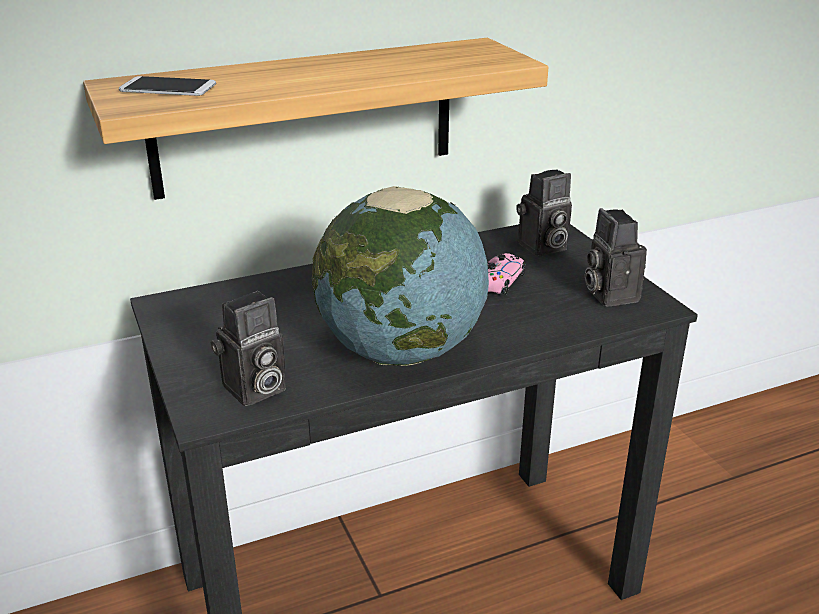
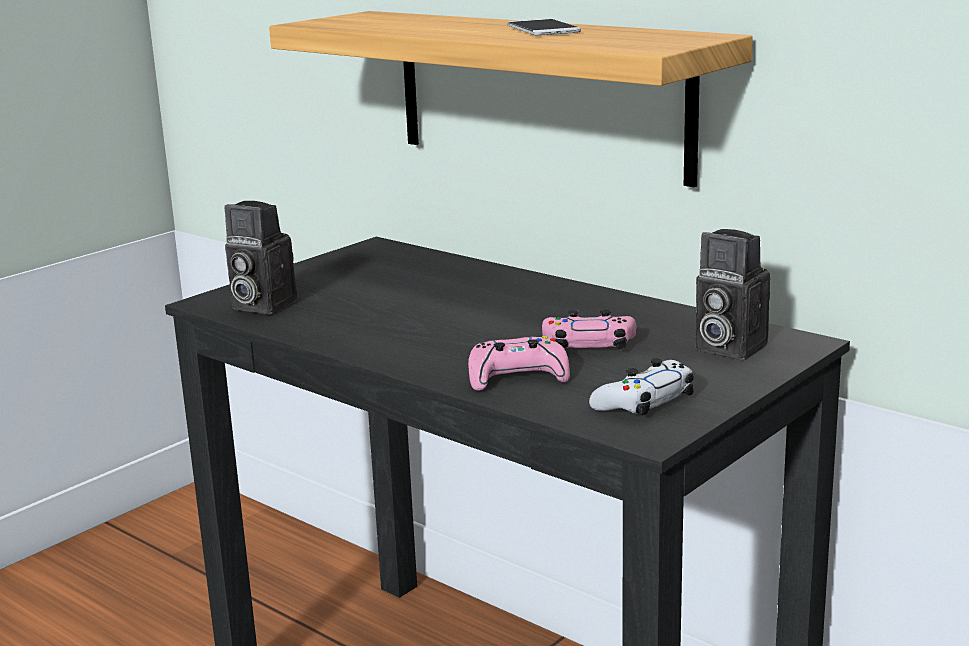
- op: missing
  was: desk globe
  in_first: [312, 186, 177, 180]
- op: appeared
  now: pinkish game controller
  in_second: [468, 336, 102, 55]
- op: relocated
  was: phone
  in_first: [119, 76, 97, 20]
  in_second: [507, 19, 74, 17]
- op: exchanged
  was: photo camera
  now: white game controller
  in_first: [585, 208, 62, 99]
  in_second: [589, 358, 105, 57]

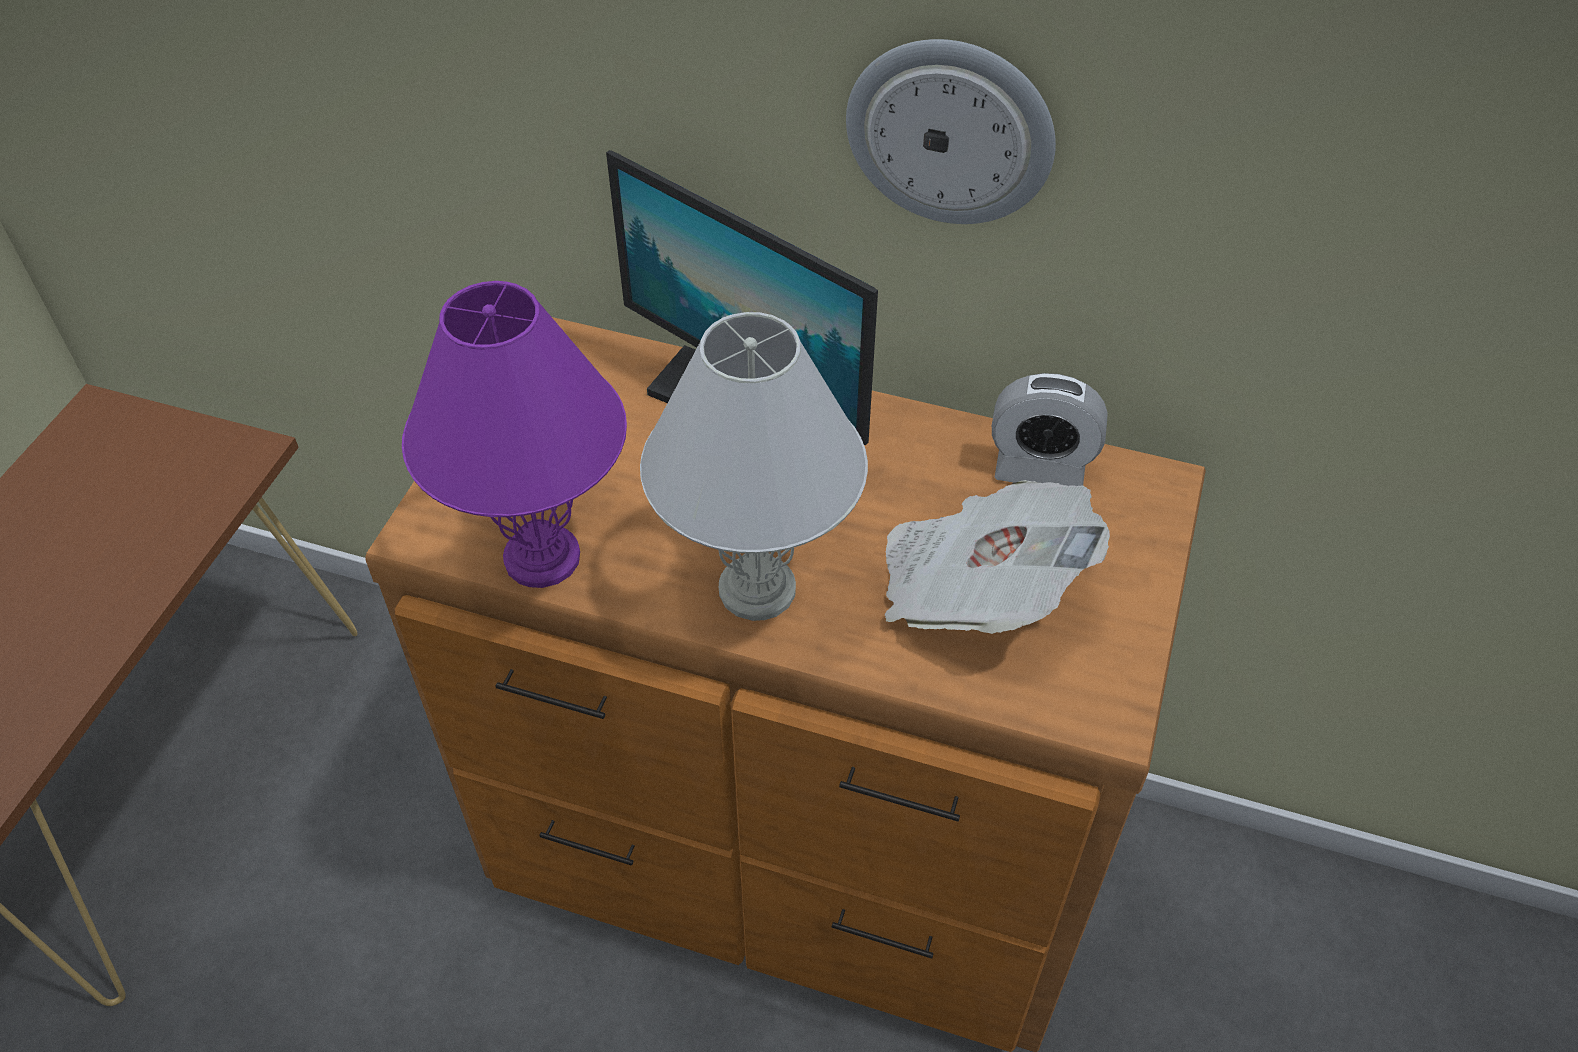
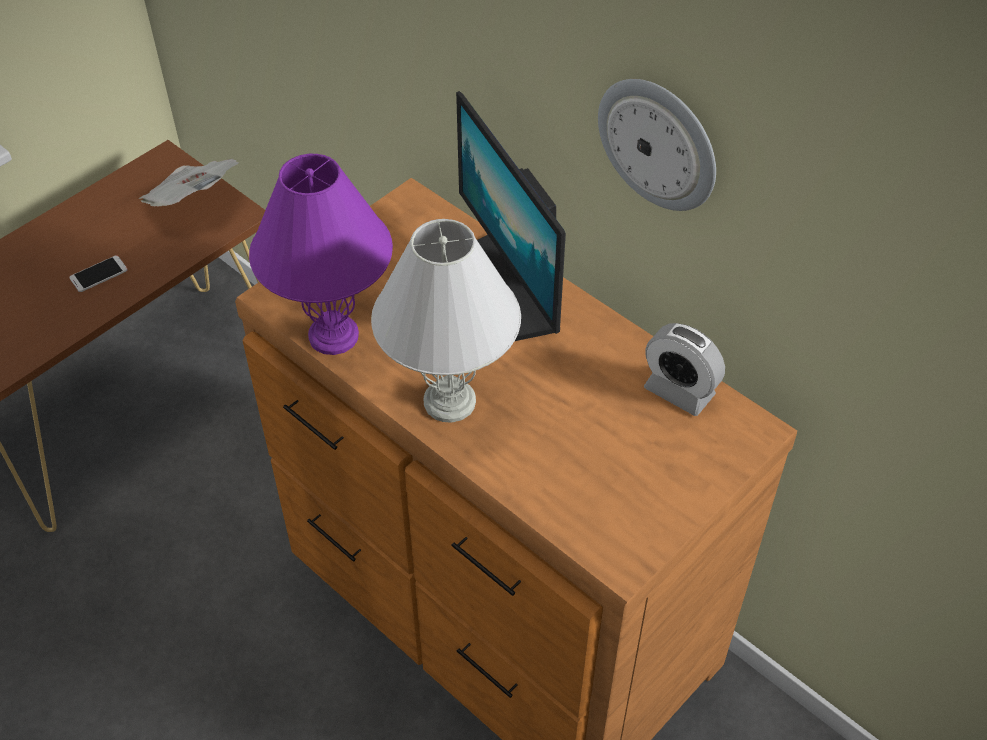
- op: appeared
  now: phone
  in_second: [69, 255, 59, 37]
- op: relocated
  was: printed paper
  in_first: [885, 480, 225, 154]
  in_second: [139, 158, 100, 49]

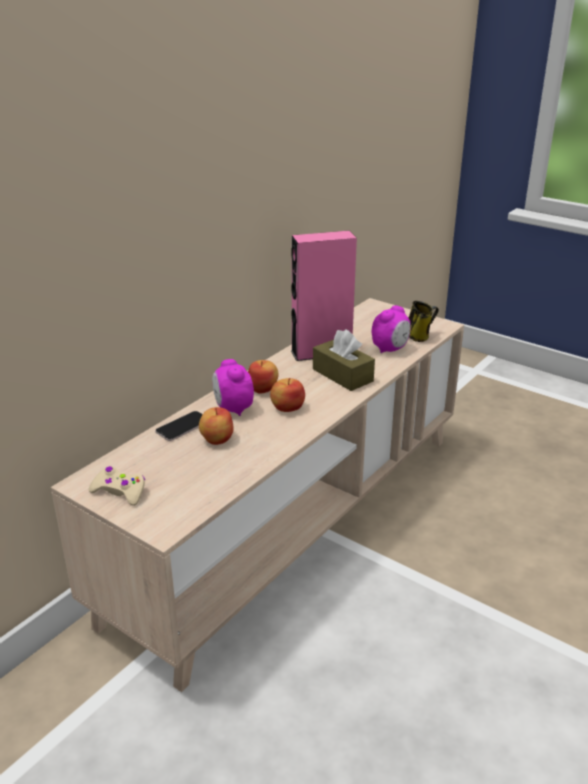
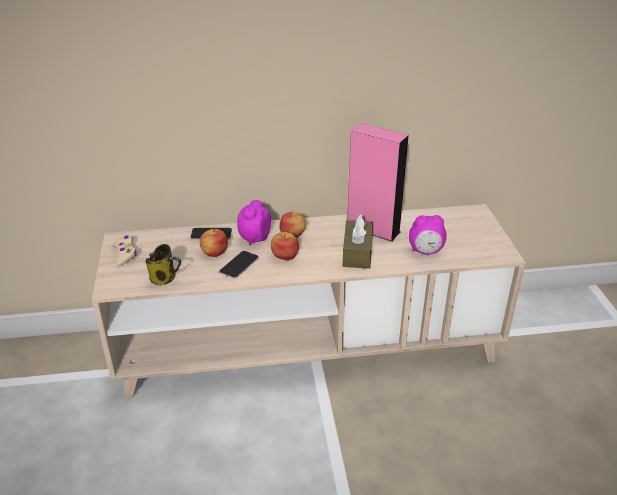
- op: appeared
  now: phone
  in_second: [219, 251, 40, 28]
- op: relocated
  was: mug
  in_first: [409, 301, 30, 41]
  in_second: [146, 244, 35, 41]

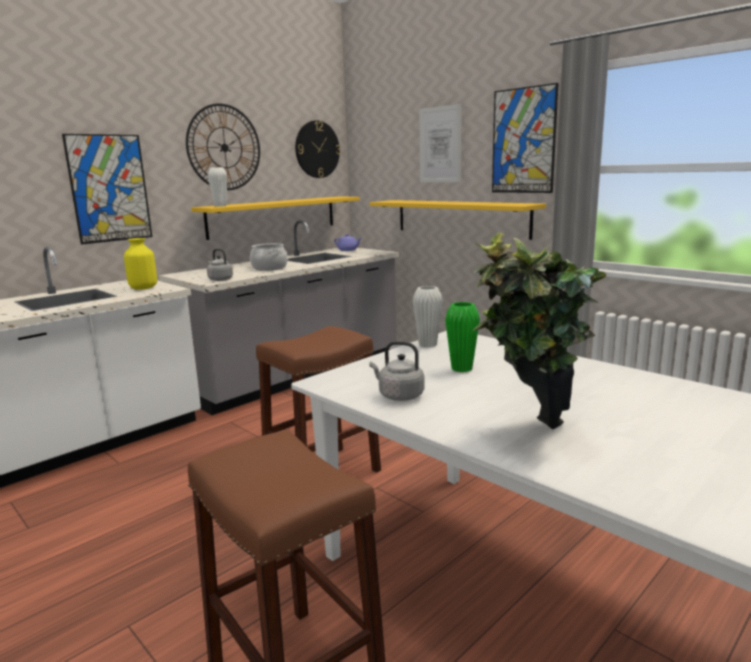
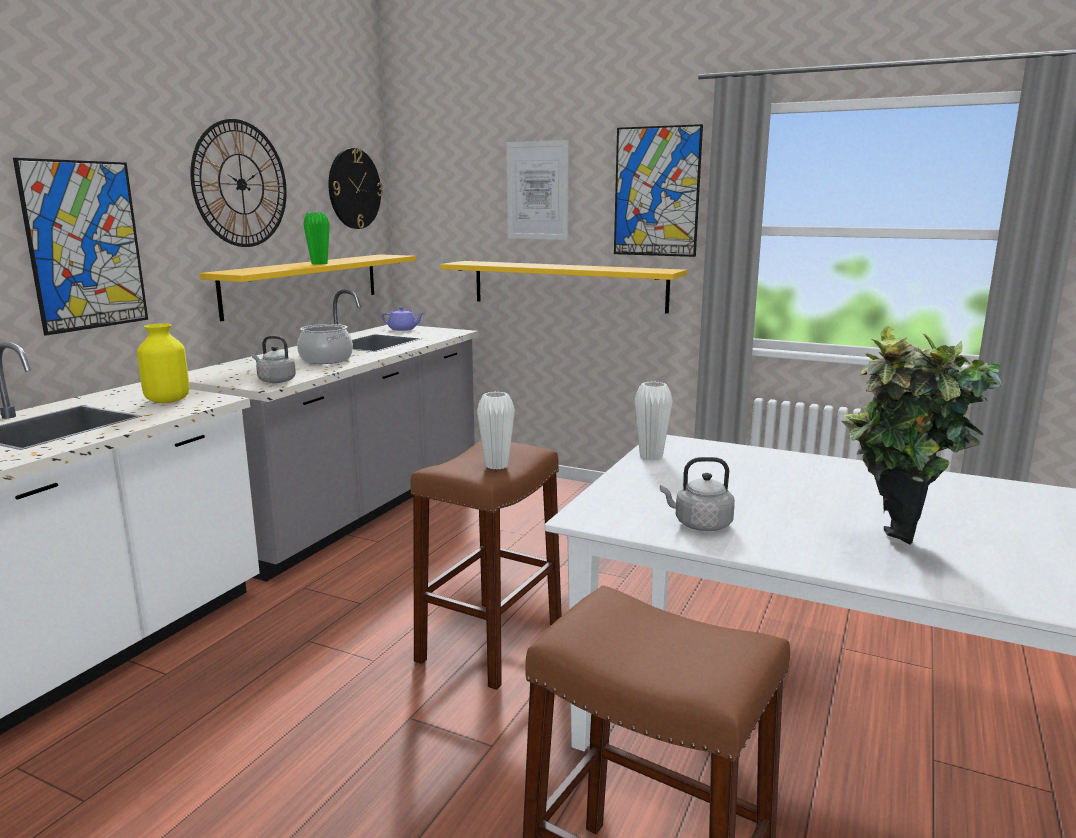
- op: relocated
  was: white vase
  in_first: [208, 167, 19, 40]
  in_second: [477, 392, 38, 78]
- op: relocated
  was: green vase
  in_first: [445, 302, 35, 70]
  in_second: [303, 212, 27, 53]

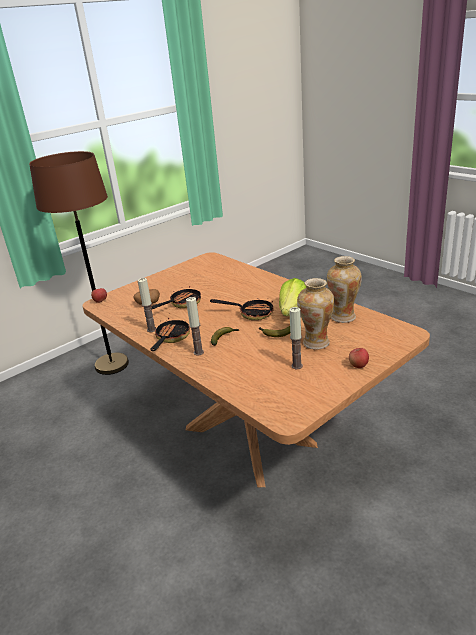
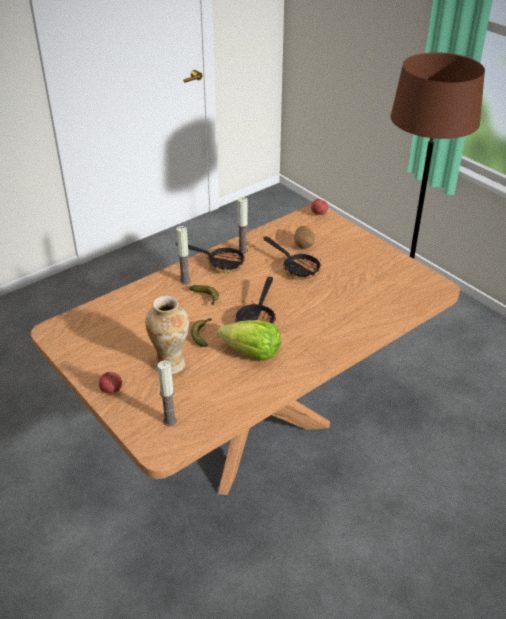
- op: missing
  was: vase
  in_first: [327, 256, 35, 67]
- op: relocated
  was: candle
  in_first: [289, 307, 14, 62]
  in_second: [158, 360, 19, 66]

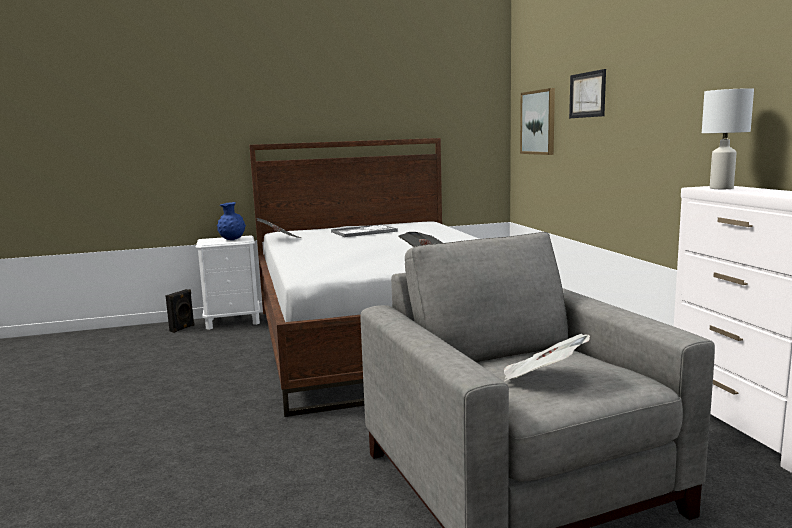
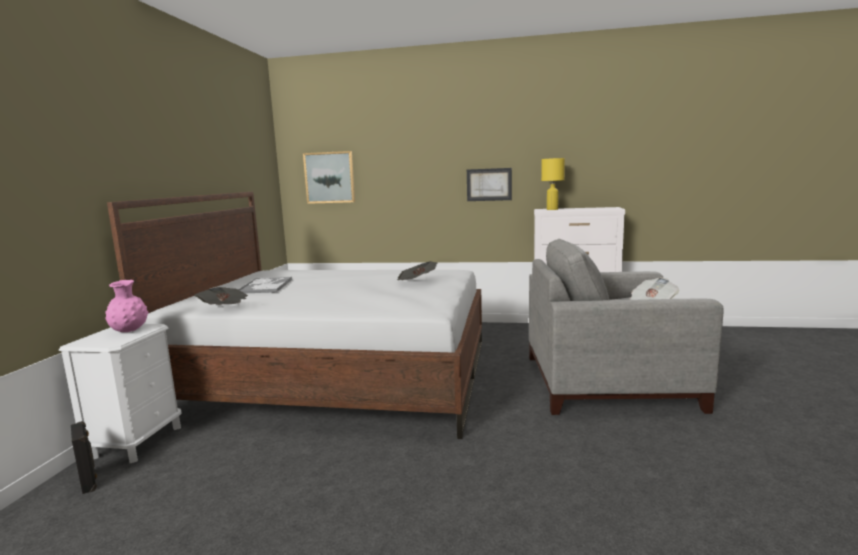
- op: relocated
  was: wall picture
  in_first: [569, 69, 37, 49]
  in_second: [467, 168, 45, 33]
- op: colour
  was: bluish vase
  now: pinkish vase
  in_first: [217, 202, 29, 38]
  in_second: [105, 280, 44, 52]
- op: colour
  was: white table lamp
  now: yellowish table lamp
  in_first: [702, 88, 52, 101]
  in_second: [541, 158, 24, 52]

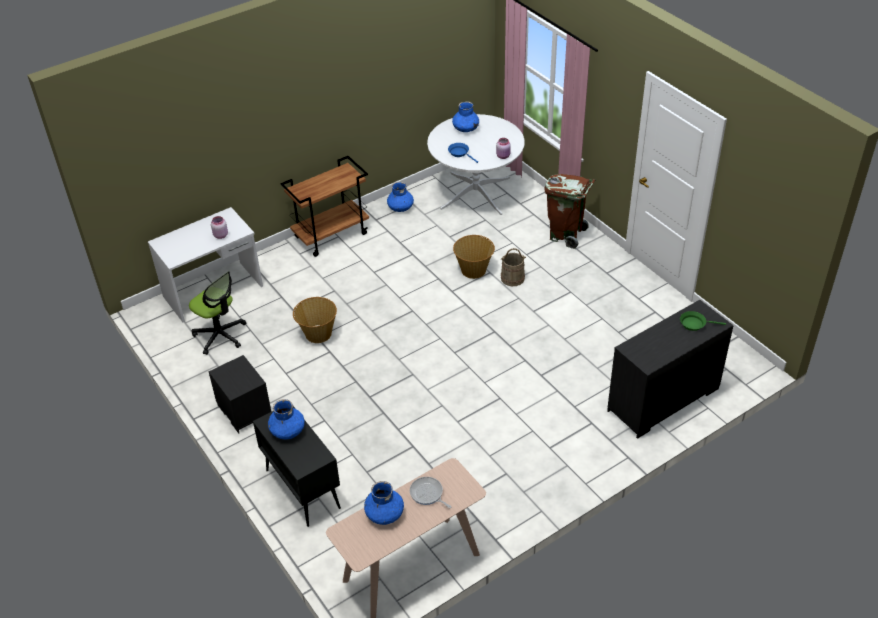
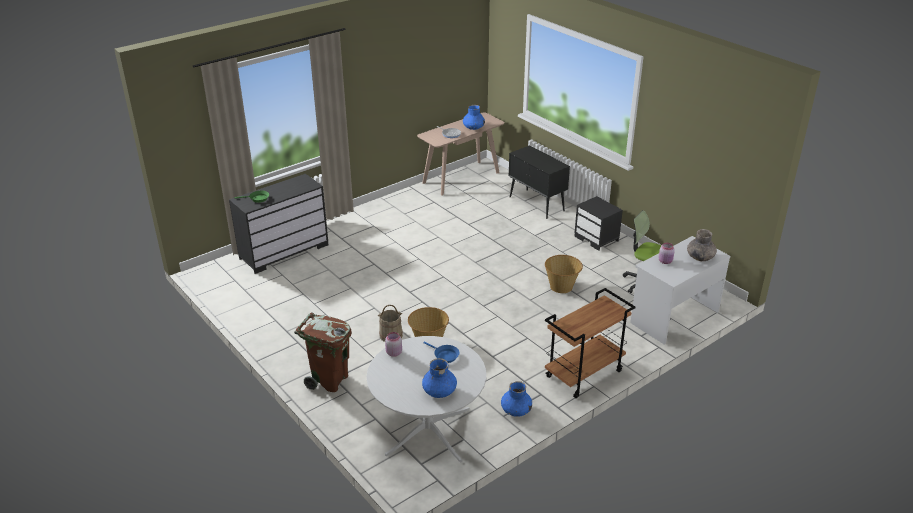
- op: missing
  was: bluish vase
  in_first: [268, 399, 37, 41]
- op: appeared
  now: grey vase
  in_second: [687, 229, 30, 32]

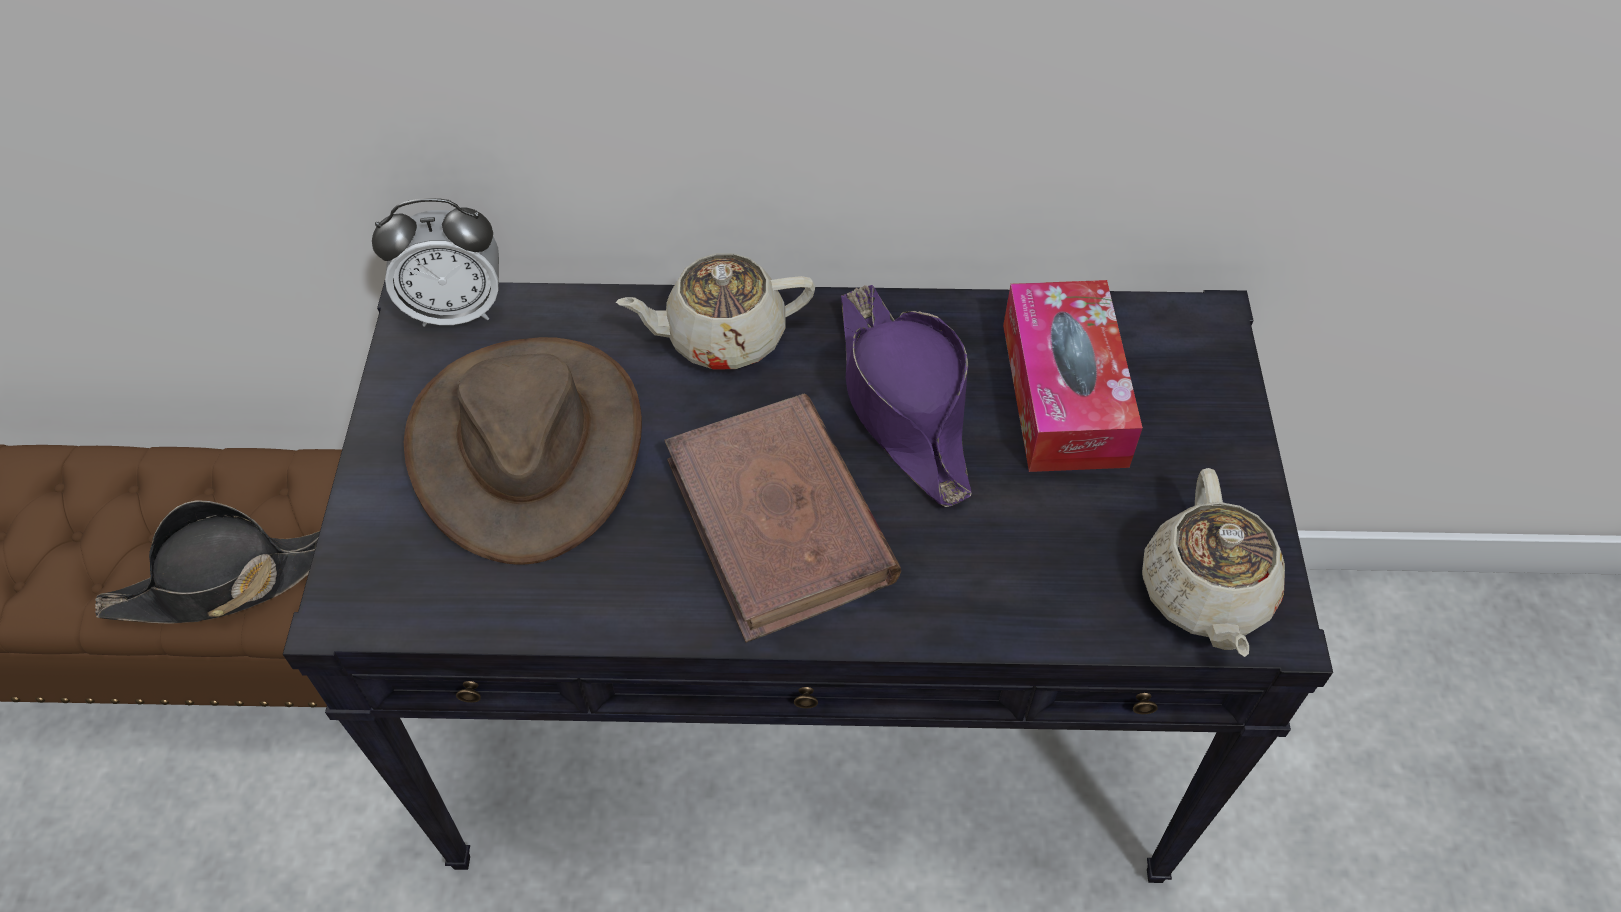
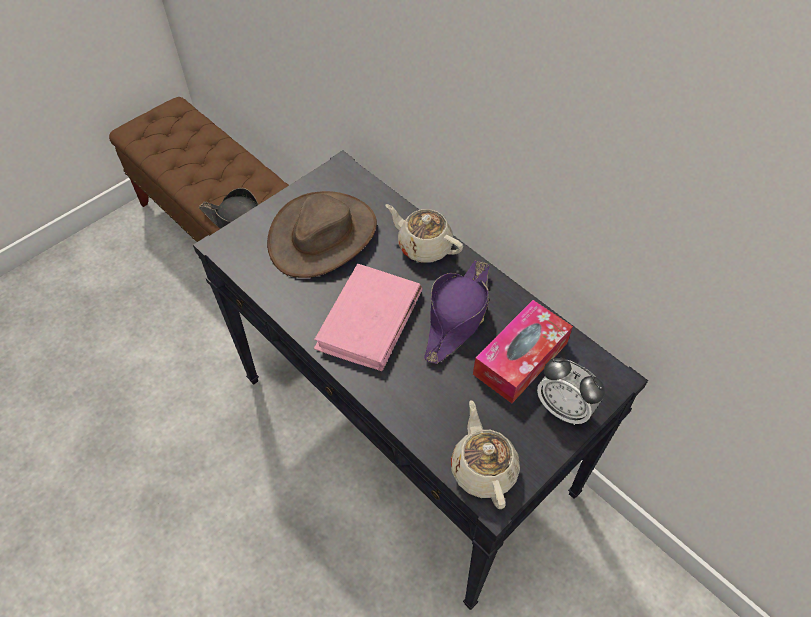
- op: relocated
  was: table clock
  in_first: [372, 198, 127, 129]
  in_second: [537, 358, 68, 67]
- op: colour
  was: brown-coloured bound book
  now: pinkish bound book
  in_first: [664, 393, 237, 250]
  in_second: [314, 264, 108, 107]
- op: spun
  was: beige tea pot
  in_first: [1142, 468, 143, 189]
  in_second: [451, 400, 69, 109]
  clockwise: 120

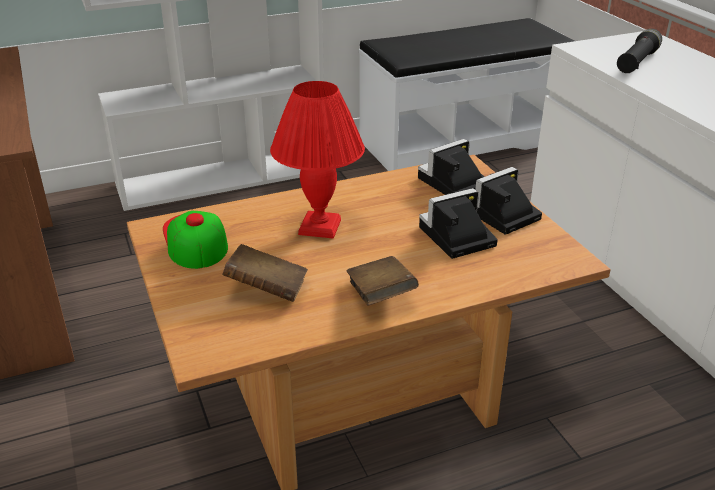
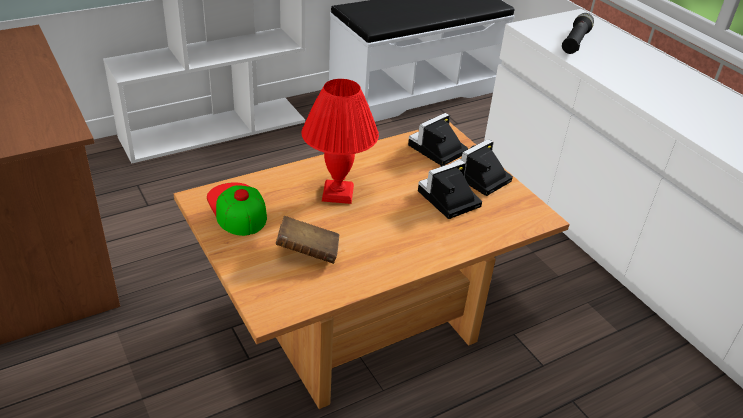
- op: missing
  was: brown-coloured bound book
  in_first: [346, 256, 73, 49]

